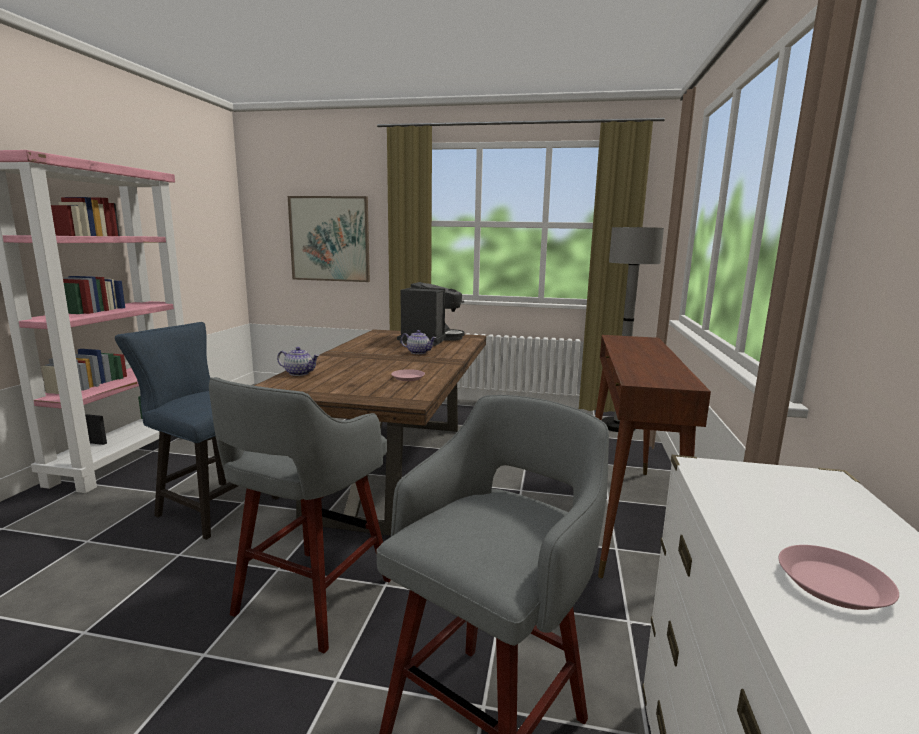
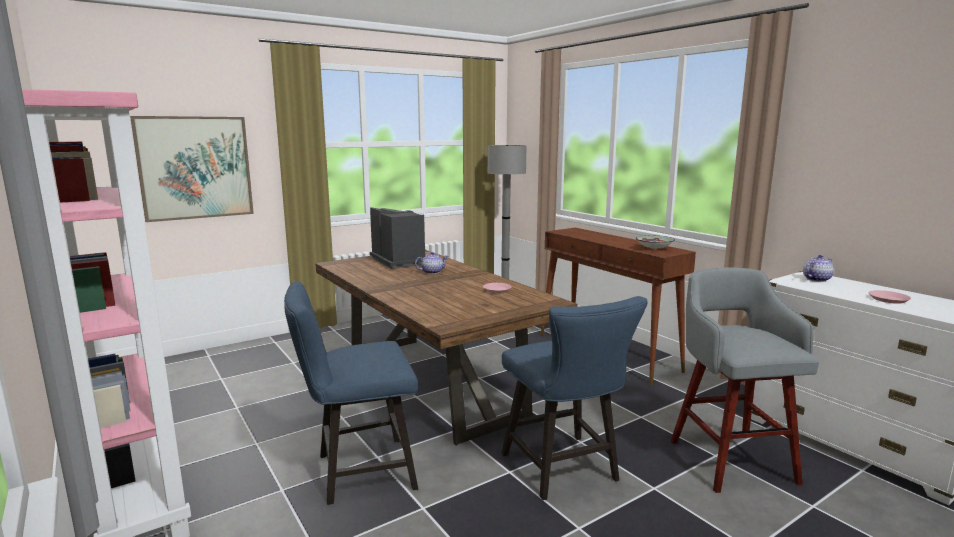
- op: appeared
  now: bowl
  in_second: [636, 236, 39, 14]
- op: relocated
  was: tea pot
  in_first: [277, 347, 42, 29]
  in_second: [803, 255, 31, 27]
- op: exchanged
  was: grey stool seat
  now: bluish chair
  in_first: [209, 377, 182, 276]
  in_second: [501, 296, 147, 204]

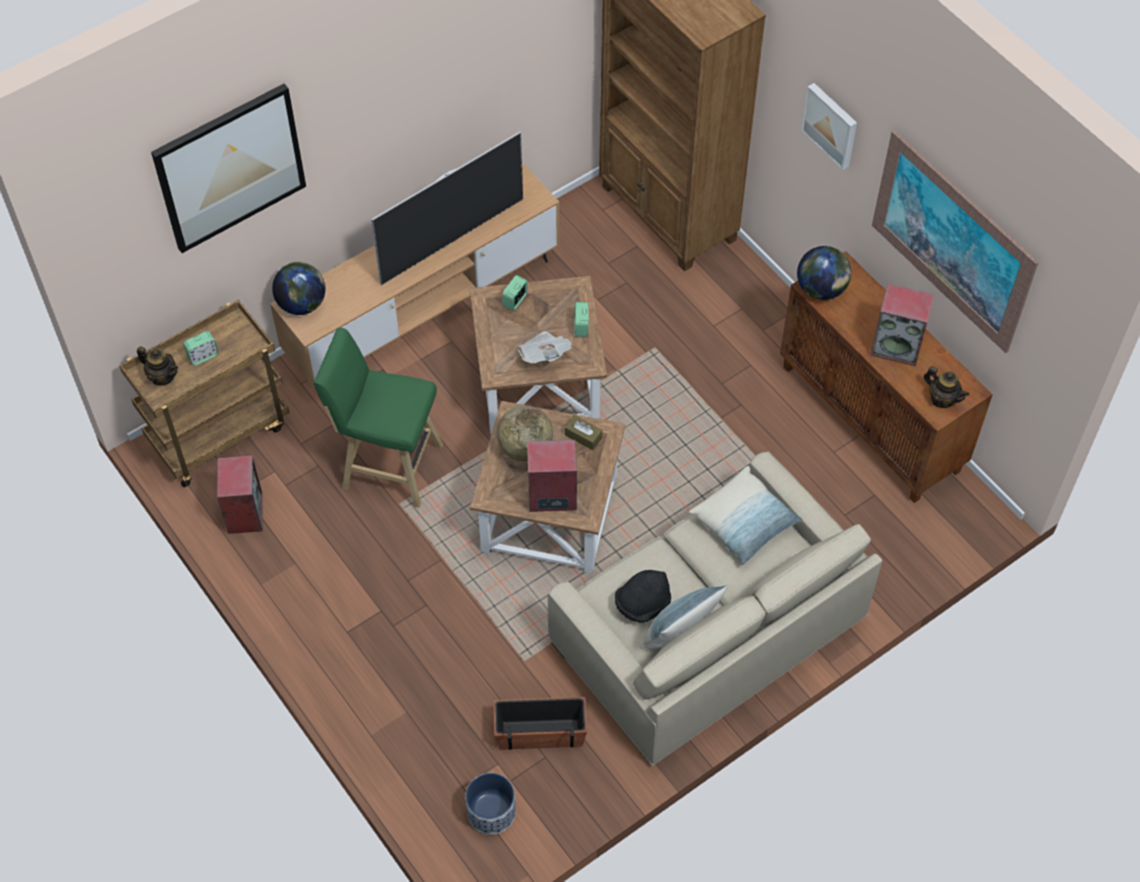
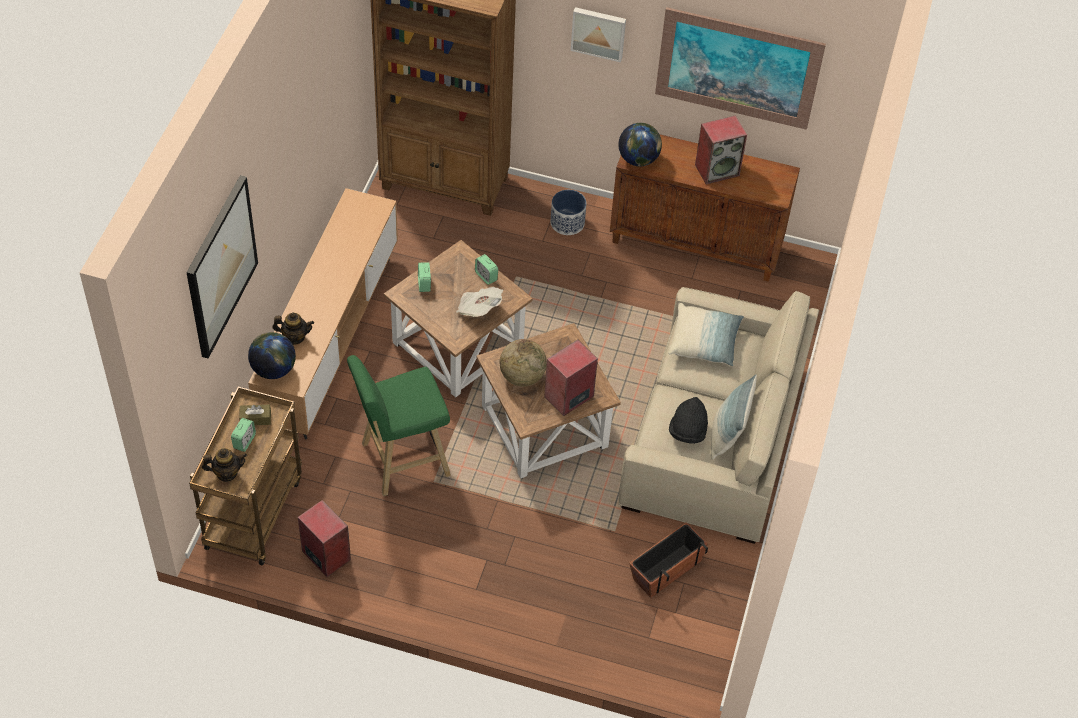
- op: missing
  was: TV
  in_first: [371, 132, 152, 153]
- op: relocated
  was: plant pot
  in_first: [465, 773, 51, 62]
  in_second: [551, 190, 35, 45]
- op: relocated
  was: brown-coloured tissue box
  in_first: [565, 415, 37, 35]
  in_second: [239, 404, 32, 21]
- op: relocated
  was: tea pot
  in_first: [924, 366, 45, 42]
  in_second: [272, 313, 42, 32]

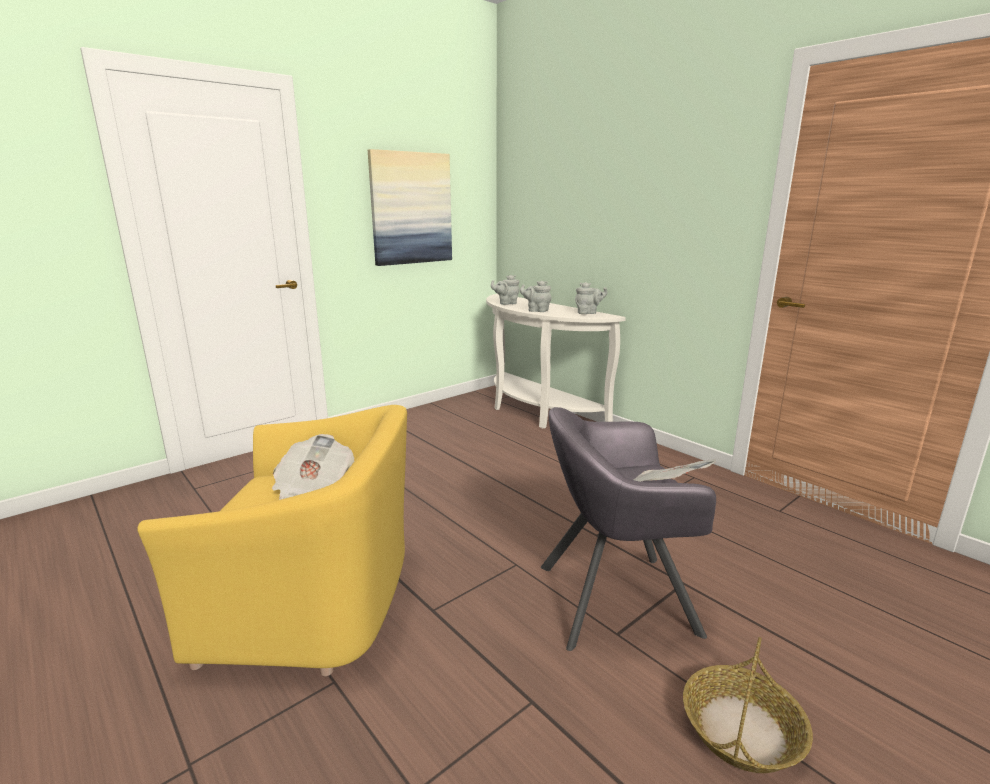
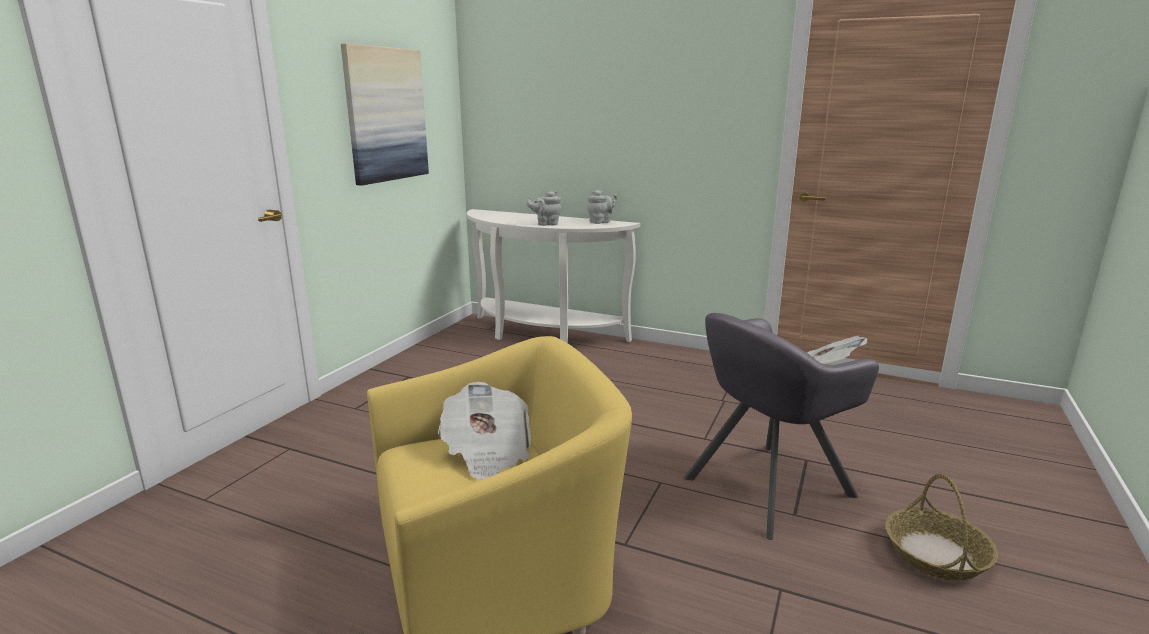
- op: missing
  was: grey tea pot
  in_first: [491, 275, 29, 30]

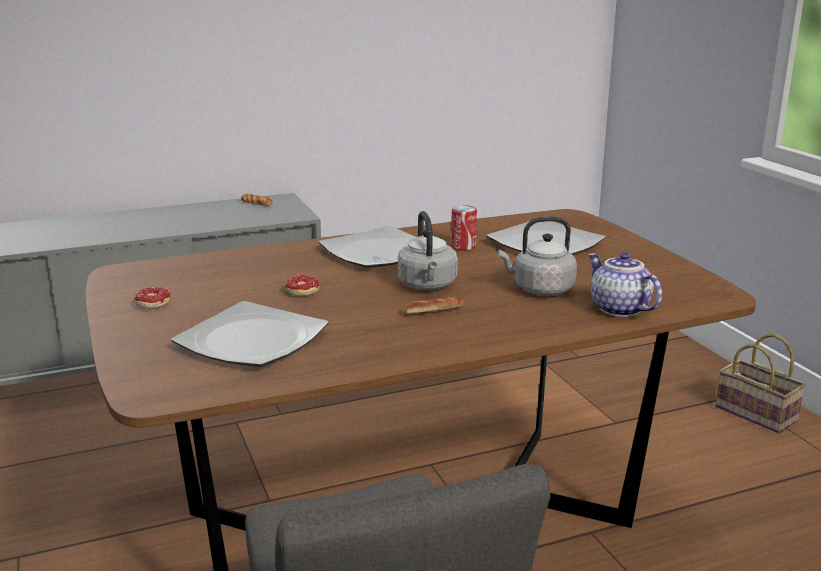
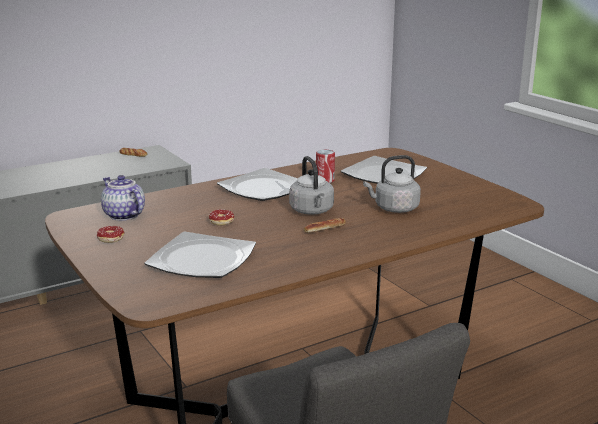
- op: missing
  was: household basket
  in_first: [715, 334, 91, 99]
- op: relocated
  was: tea pot
  in_first: [588, 252, 74, 65]
  in_second: [101, 175, 44, 46]

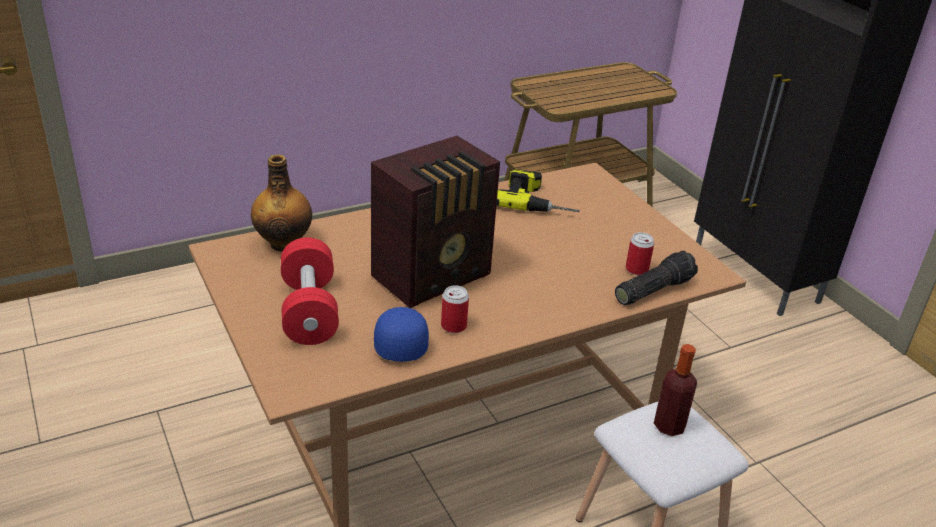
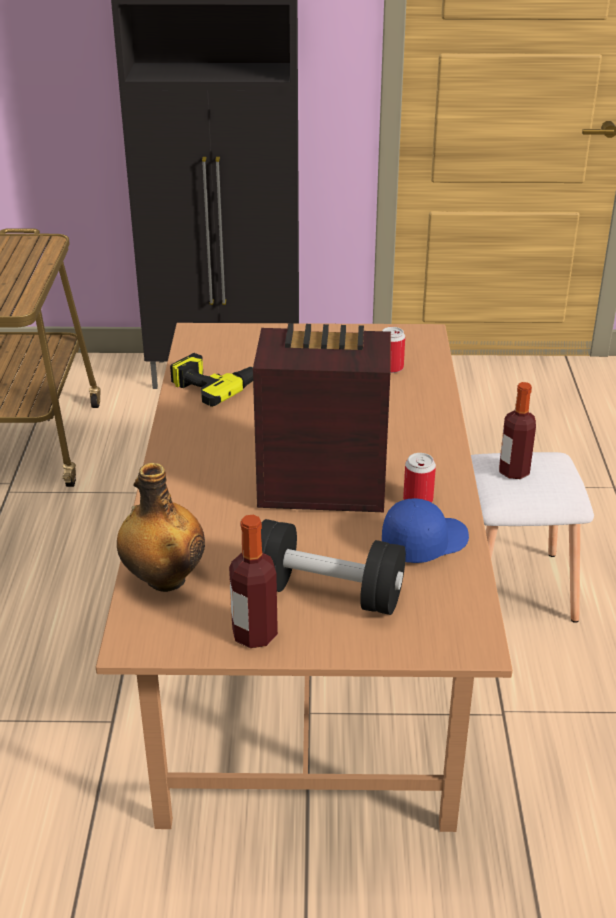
- op: missing
  was: hand torch
  in_first: [615, 251, 83, 54]
- op: appeared
  now: bottle
  in_second: [229, 515, 49, 133]
- op: colour
  was: red-coloured dumbbell
  now: black-coloured dumbbell
  in_first: [281, 237, 58, 108]
  in_second: [261, 519, 145, 96]
- op: spun
  was: radio receiver
  in_first: [371, 136, 129, 172]
  in_second: [253, 323, 138, 189]
  clockwise: -75
- op: spun
  was: bluish baseball cap
  in_first: [374, 307, 55, 55]
  in_second: [382, 498, 87, 65]
  clockwise: 120

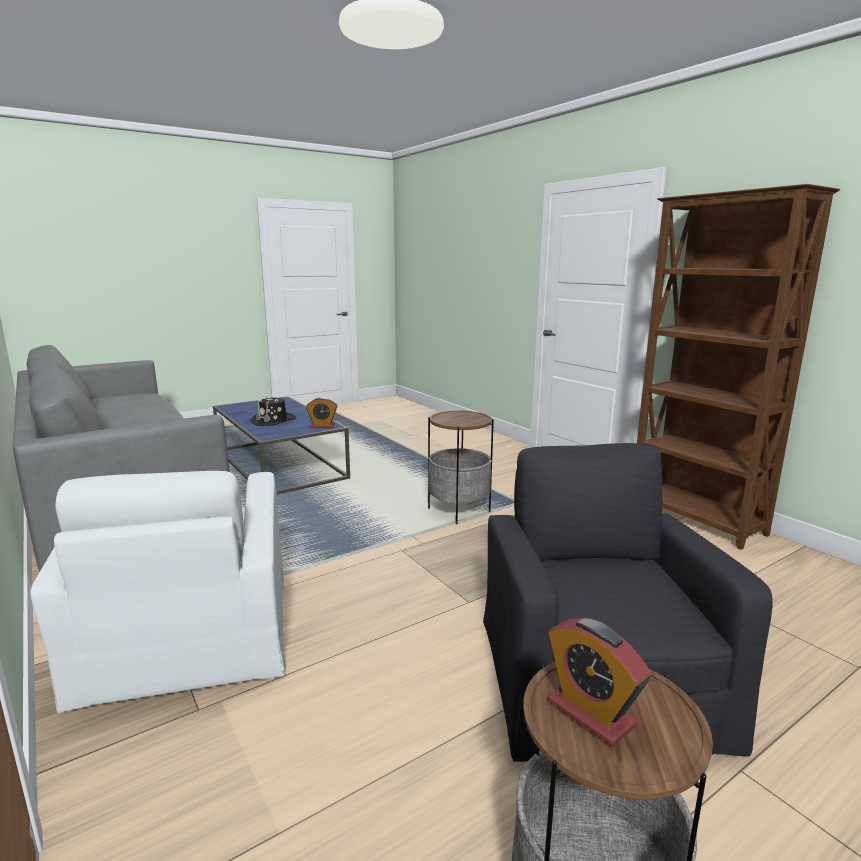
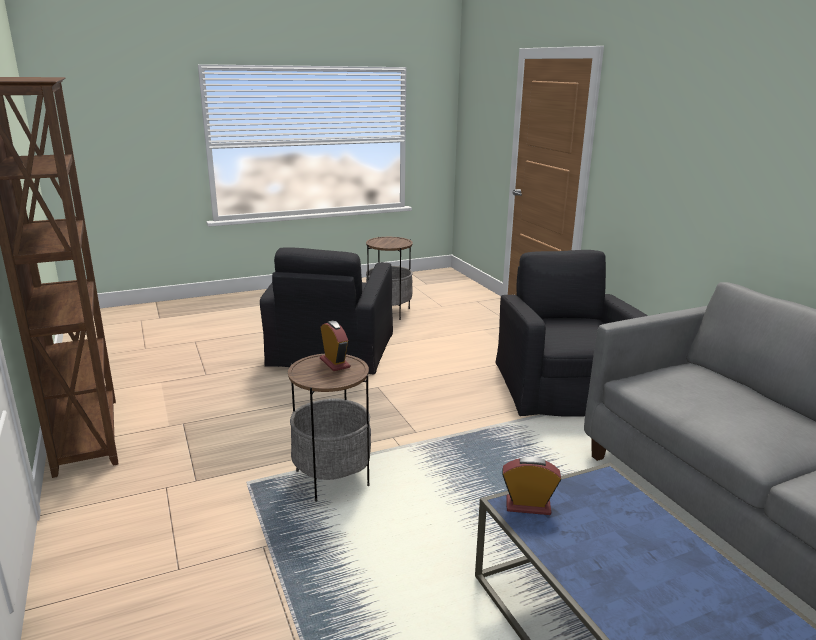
- op: missing
  was: black-coloured hat
  in_first: [250, 396, 46, 30]
- op: relocated
  was: table clock
  in_first: [548, 618, 103, 128]
  in_second: [320, 321, 30, 50]
- op: colour
  was: white armchair
  now: black-coloured armchair
  in_first: [30, 471, 256, 242]
  in_second: [495, 250, 153, 167]

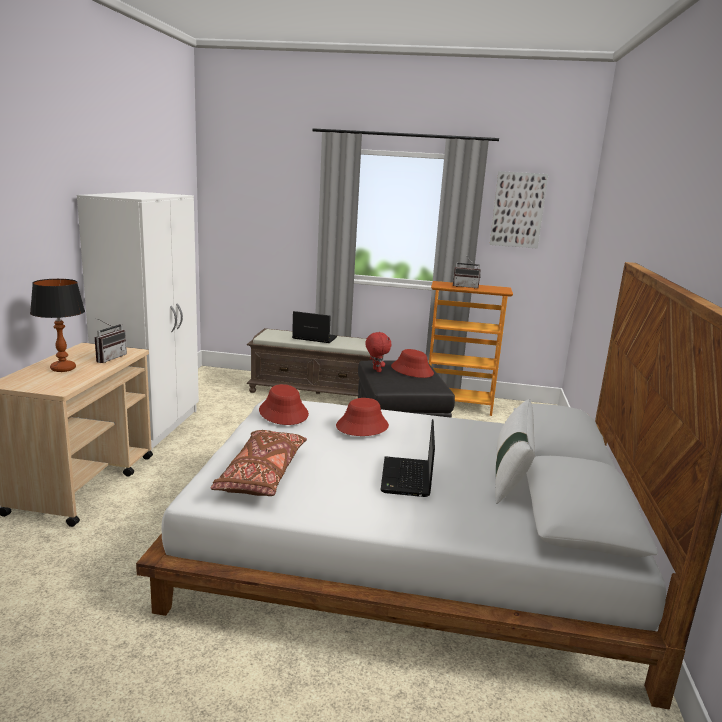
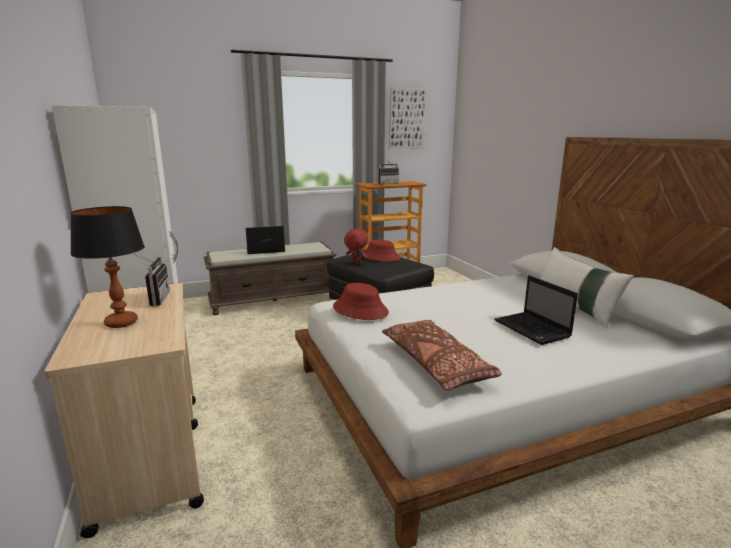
- op: missing
  was: red-coloured hat
  in_first: [336, 398, 53, 38]

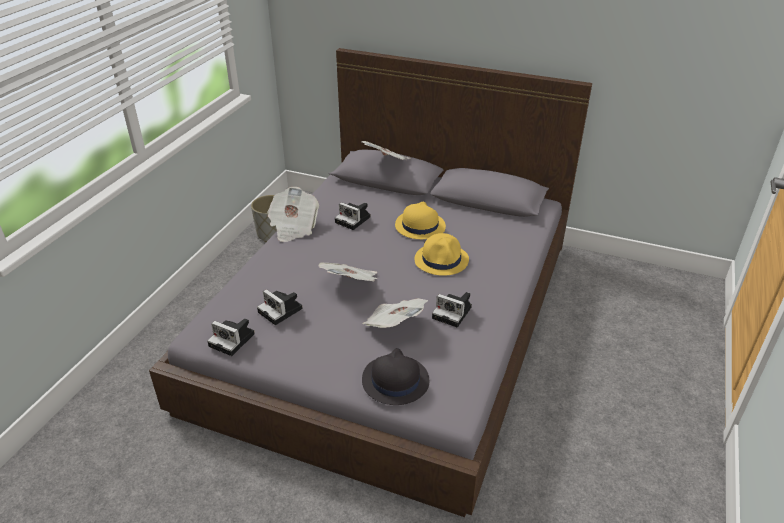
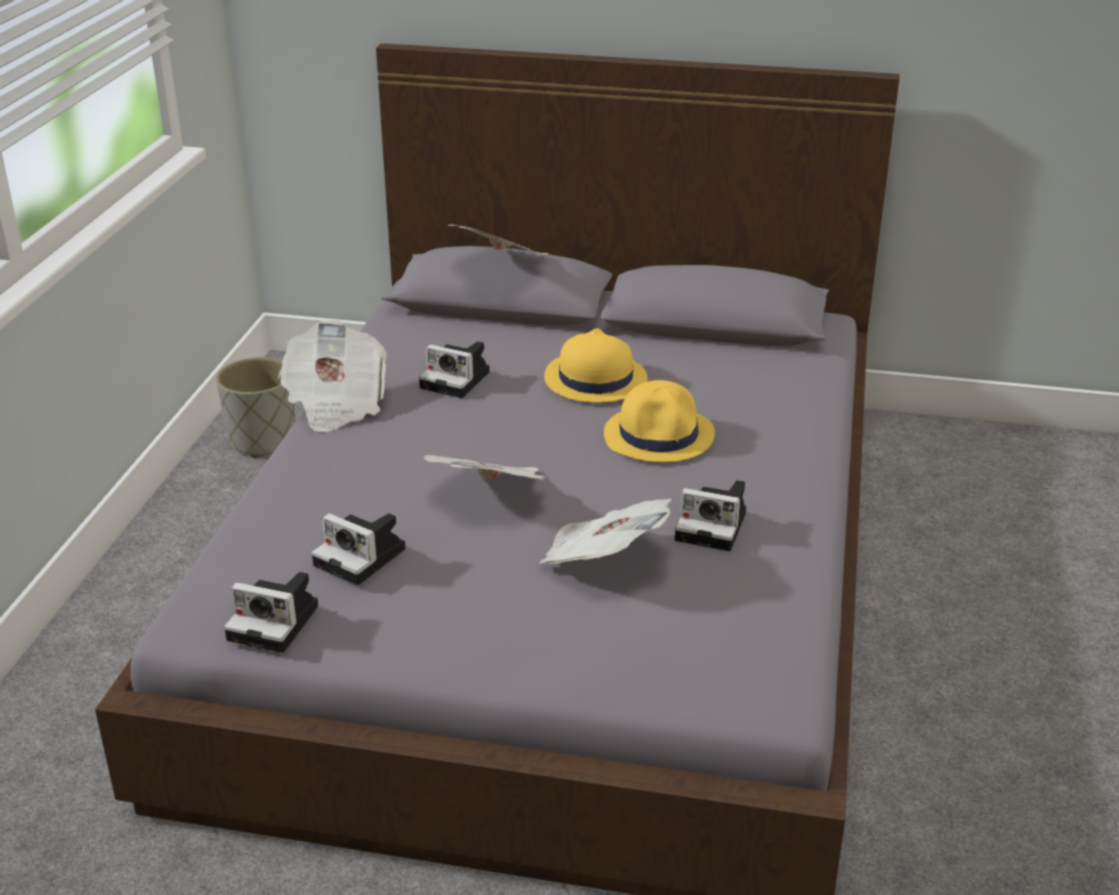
- op: missing
  was: black-coloured hat
  in_first: [362, 348, 67, 57]

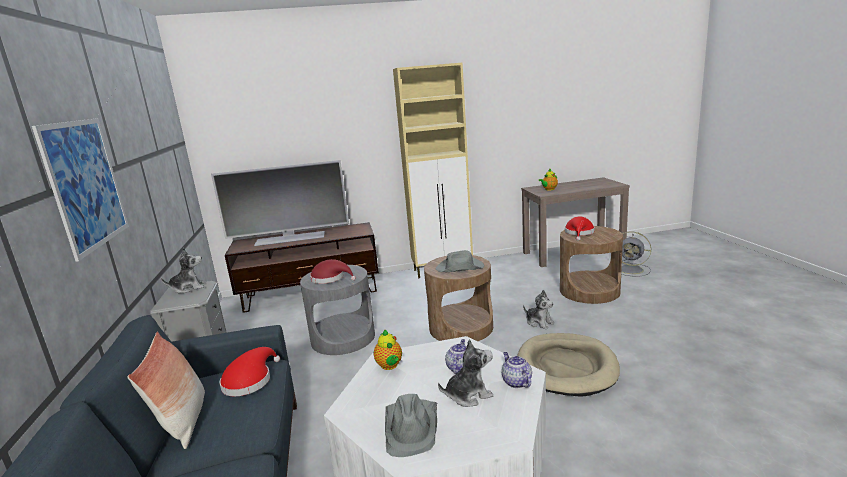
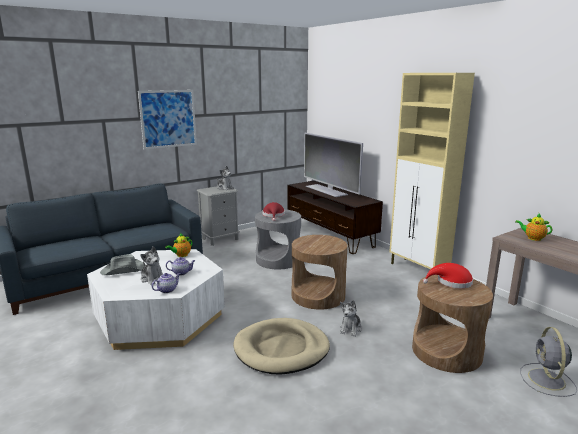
- op: missing
  was: pillow
  in_first: [127, 332, 78, 117]
- op: missing
  was: red-coloured hat
  in_first: [220, 347, 60, 49]
- op: missing
  was: grey hat
  in_first: [436, 250, 48, 22]

